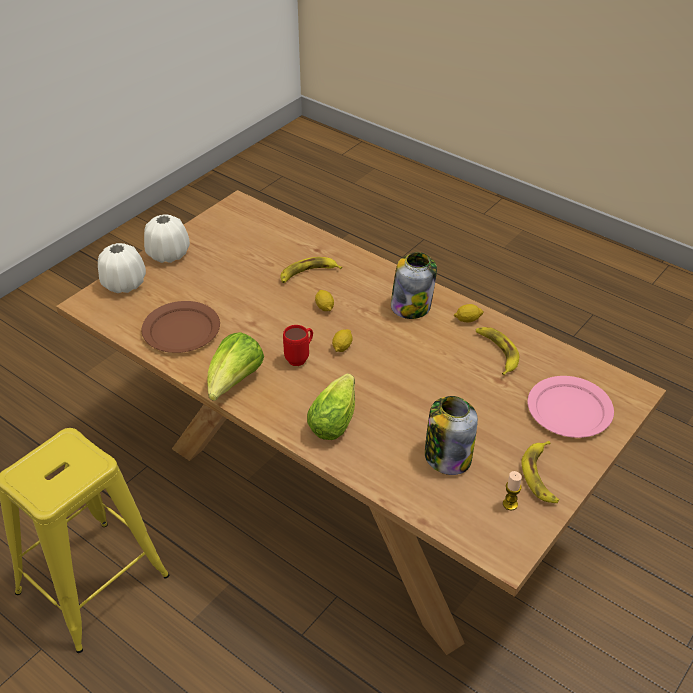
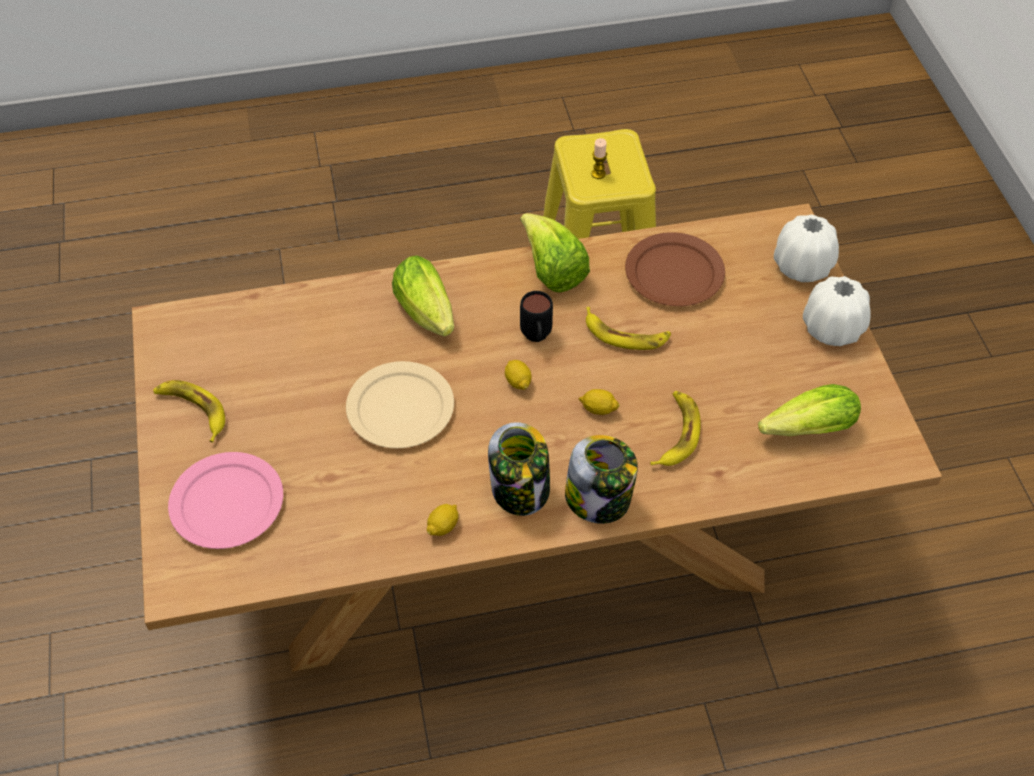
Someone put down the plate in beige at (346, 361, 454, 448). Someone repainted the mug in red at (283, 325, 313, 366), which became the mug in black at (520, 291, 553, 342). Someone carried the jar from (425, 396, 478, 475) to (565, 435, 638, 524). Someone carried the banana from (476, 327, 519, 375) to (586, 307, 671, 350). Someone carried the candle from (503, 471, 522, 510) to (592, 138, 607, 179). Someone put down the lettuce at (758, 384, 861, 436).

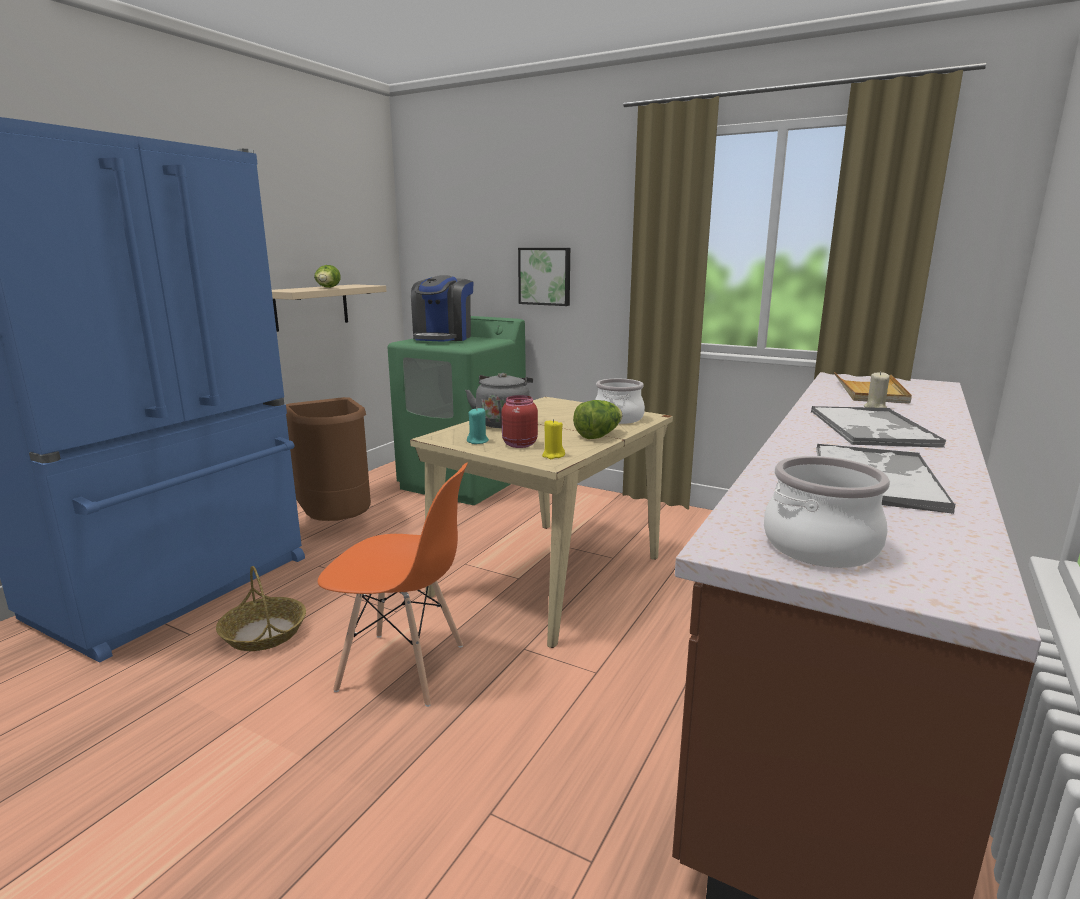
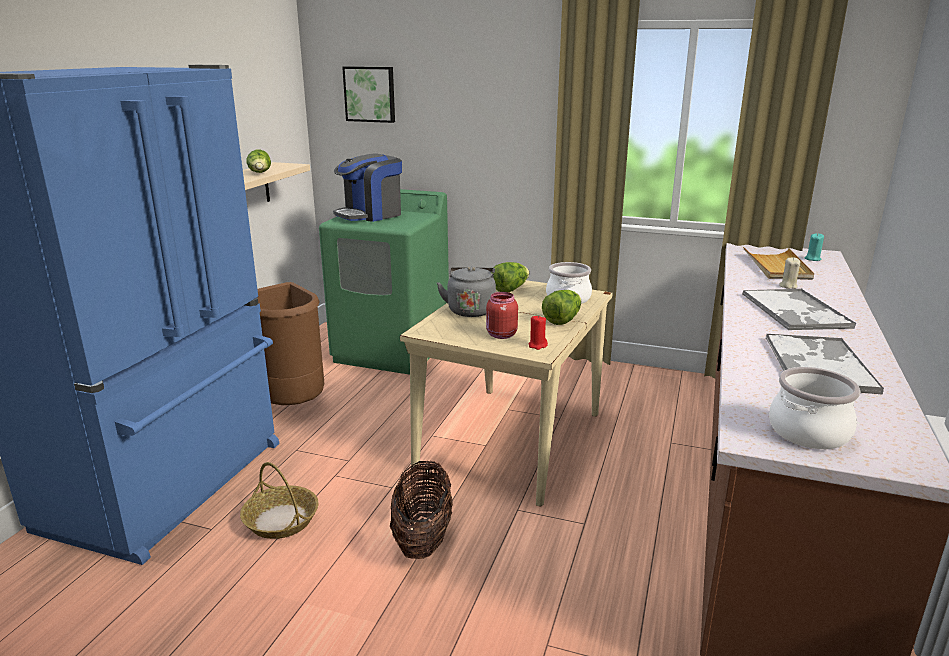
Someone rotated the coffee machine at (411, 275, 474, 342) by 45 degrees clockwise. Someone carried the picture from (518, 248, 570, 306) to (342, 66, 395, 123). Someone swapped the chair in orange at (318, 463, 468, 707) for the basket at (390, 461, 453, 559). Someone put down the lettuce at (491, 262, 529, 292). Someone repainted the candle in yellow at (542, 419, 565, 459), which became the candle in red at (528, 316, 548, 350). Someone carried the candle in turquoise from (467, 408, 489, 444) to (805, 233, 824, 261).

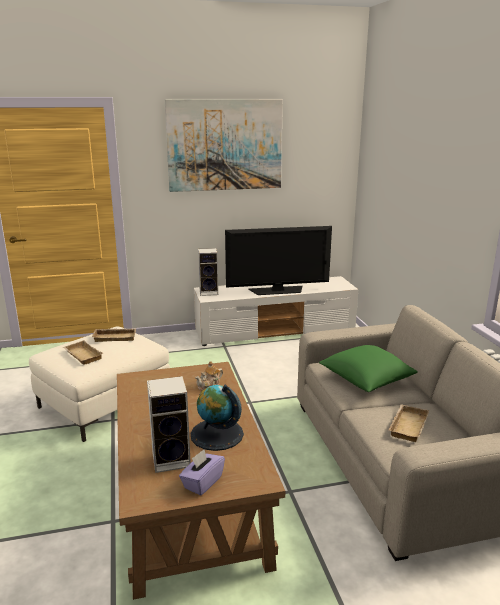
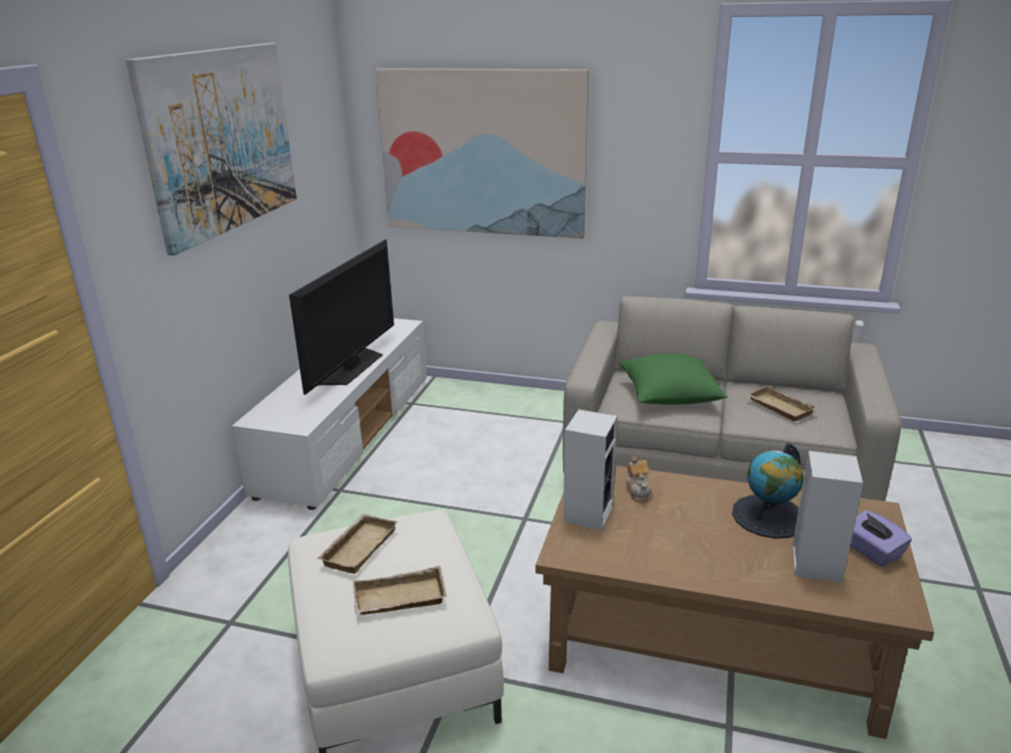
Someone put up the picture at (375, 68, 589, 239). Someone carried the speaker from (198, 248, 218, 296) to (563, 409, 618, 530).

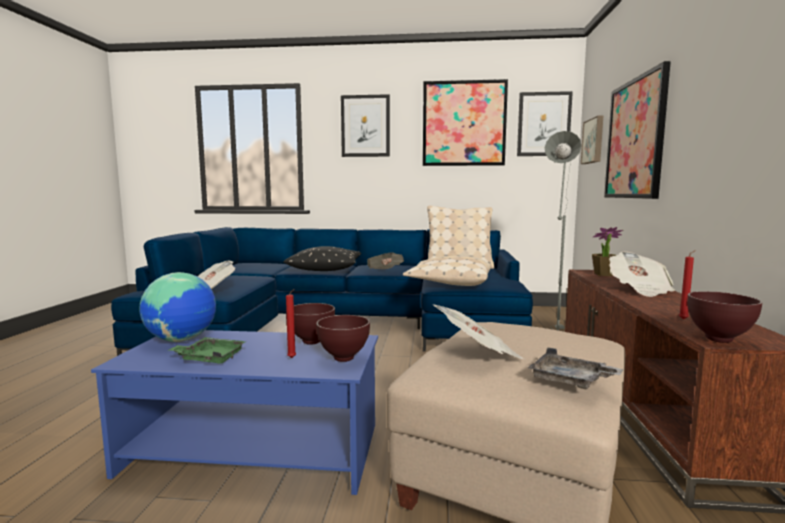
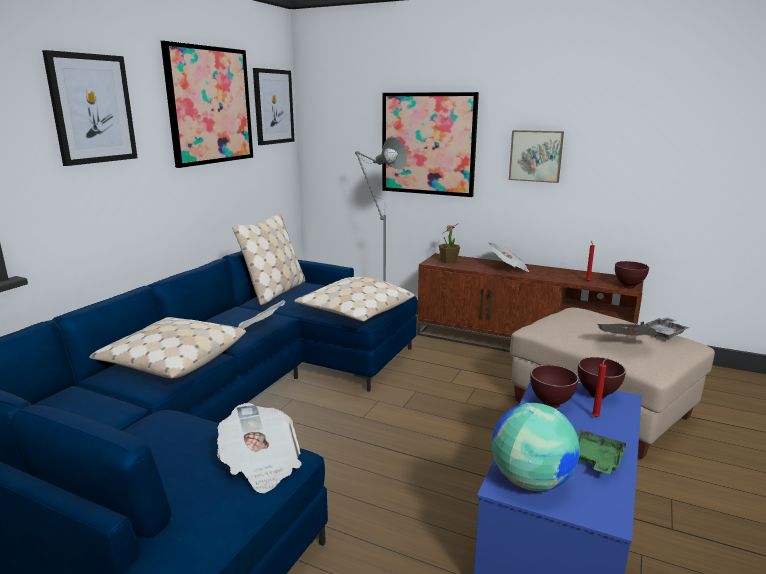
Someone repainted the pillow in black at (283, 246, 361, 271), which became the pillow in beige at (89, 317, 246, 378). Someone carried the picture from (581, 116, 603, 164) to (509, 130, 564, 183).

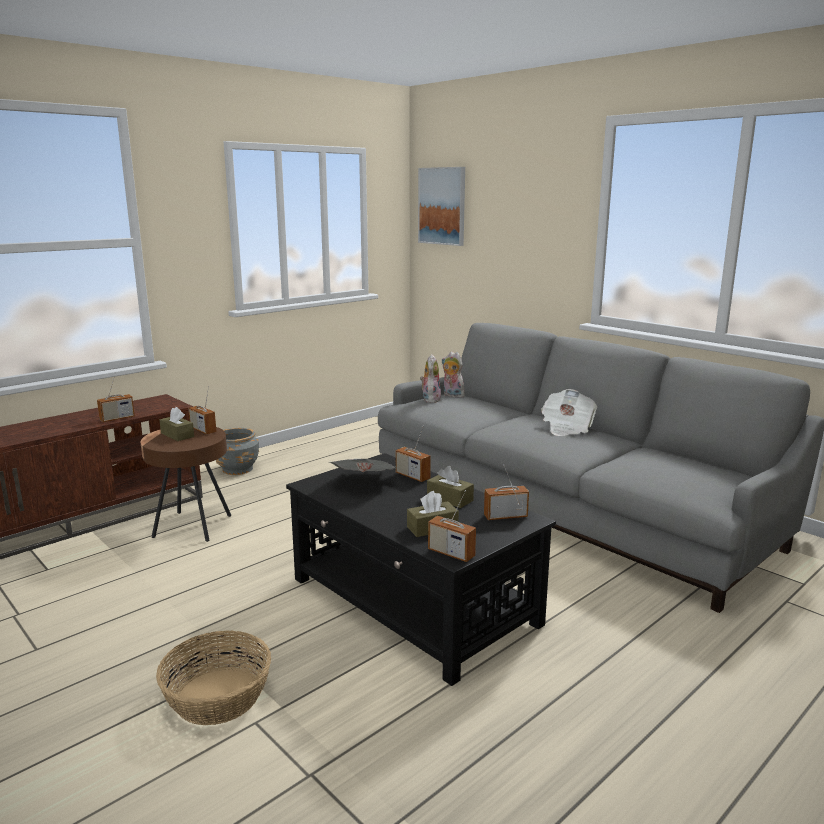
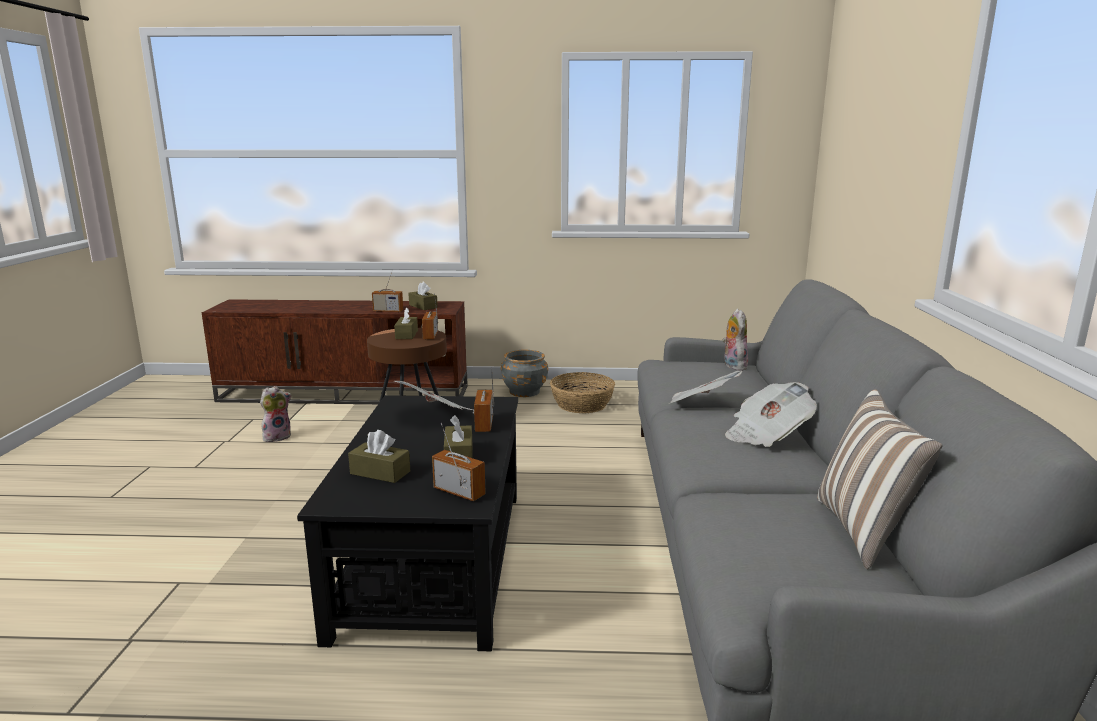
Someone carried the plush toy from (420, 354, 441, 403) to (260, 386, 292, 442). Someone put down the tissue box in brown at (408, 282, 438, 310). Someone carried the basket from (156, 630, 271, 725) to (550, 372, 615, 413). Someone put down the newspaper at (669, 370, 742, 404). Someone put down the pillow at (817, 389, 943, 569). Someone took away the picture at (418, 167, 465, 246). Someone took away the radio at (428, 490, 476, 562).

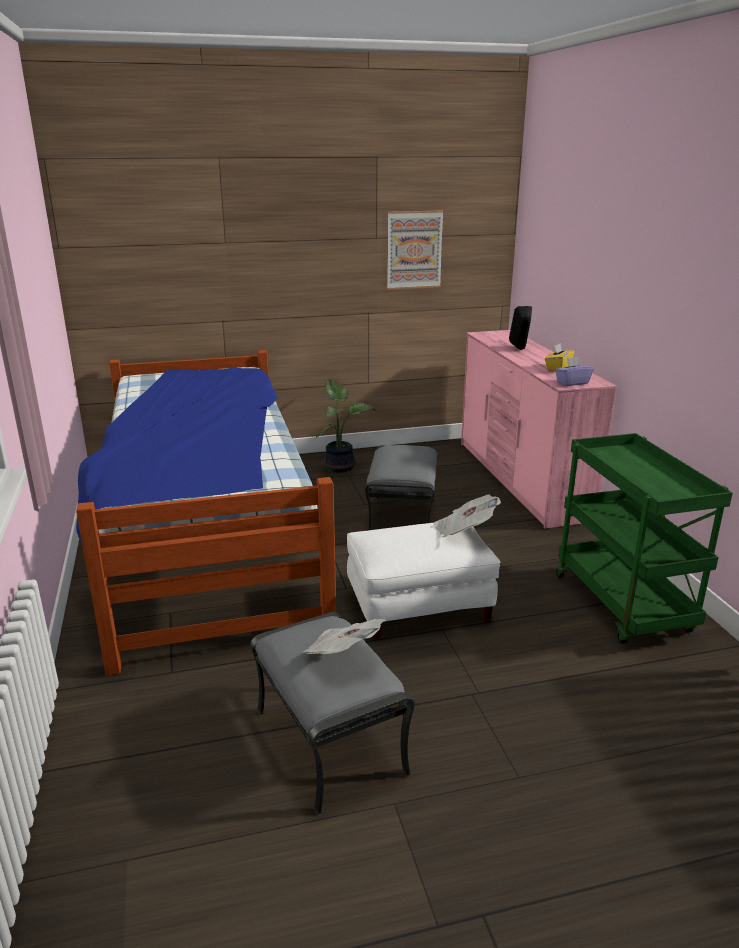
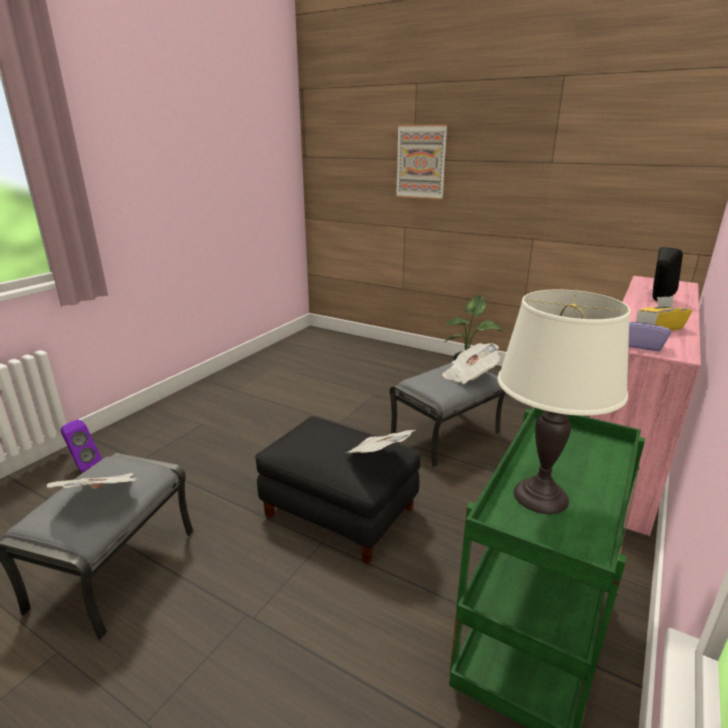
Someone put down the speaker in purple at (61, 420, 102, 473). Someone repainted the ottoman in white at (347, 523, 501, 640), which became the ottoman in black at (255, 416, 421, 564). Someone carried the picture from (387, 211, 444, 289) to (396, 124, 448, 200). Someone put down the newspaper at (442, 343, 500, 384). Someone put down the table lamp in white at (497, 290, 631, 514). Someone took away the bed at (76, 350, 336, 676).

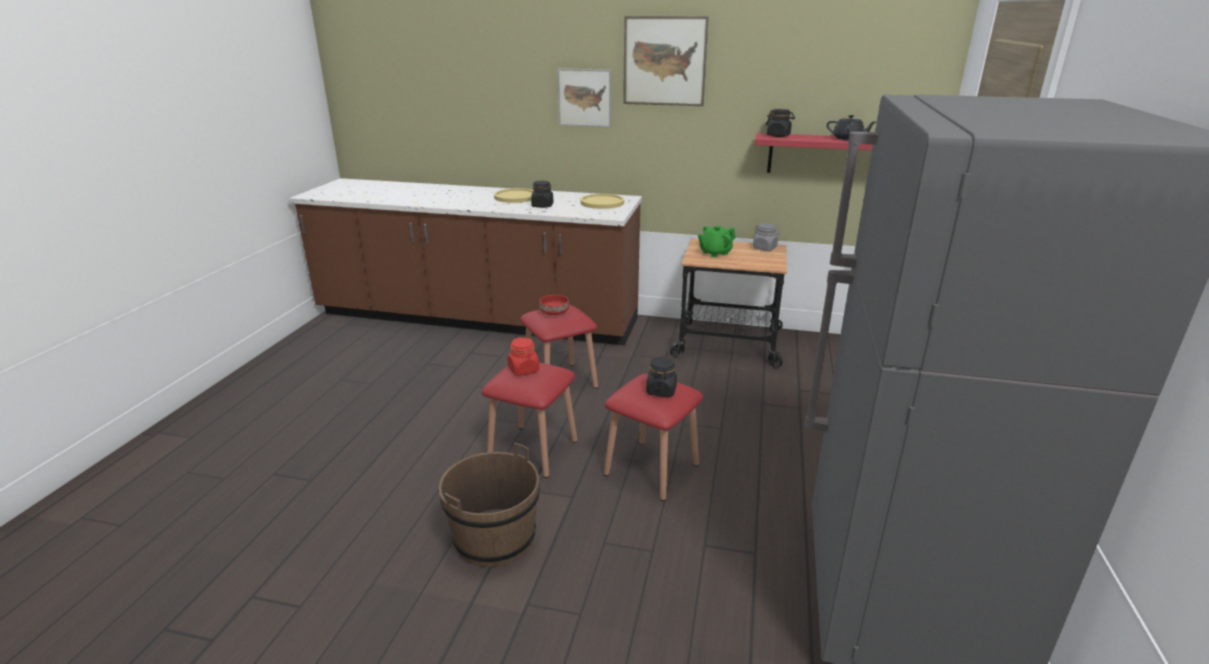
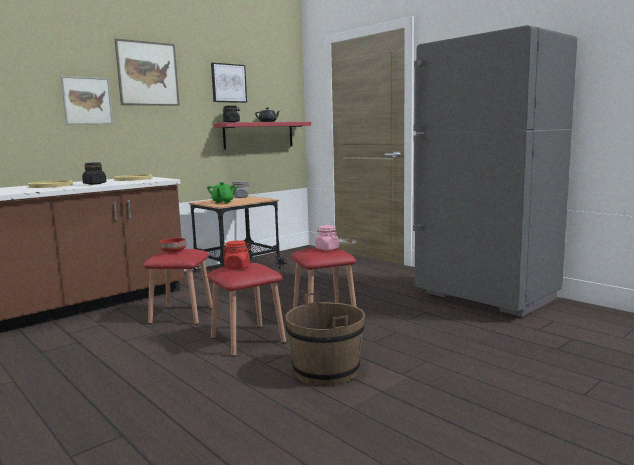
Someone put up the picture at (211, 63, 247, 103). Someone repainted the jar in black at (646, 357, 677, 397), which became the jar in pink at (315, 225, 339, 250).

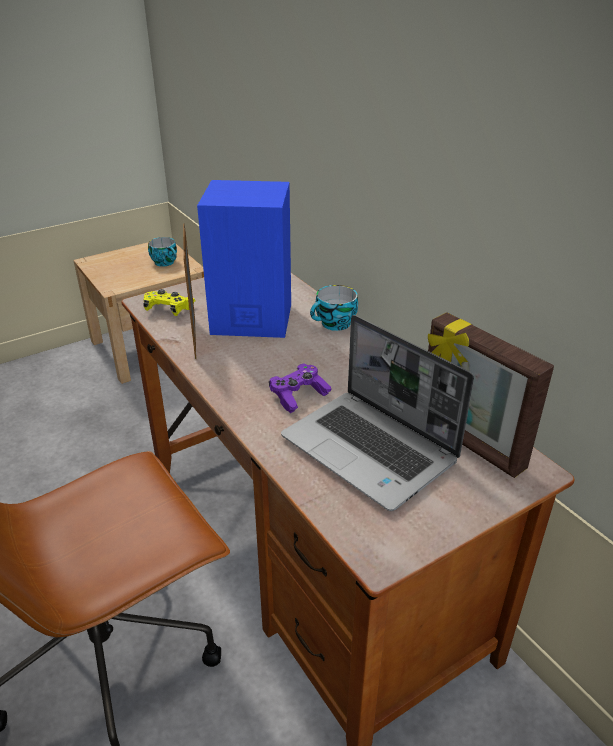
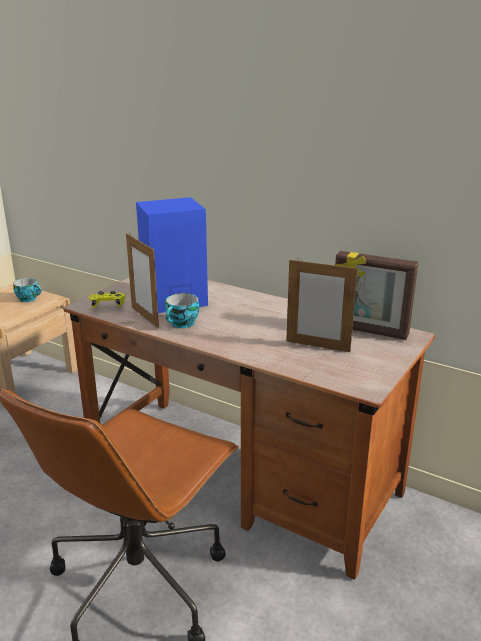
Someone carried the cup from (310, 285, 358, 331) to (165, 293, 199, 328). Someone swapped the laptop at (281, 315, 474, 511) for the picture frame at (286, 258, 358, 352). Someone took away the game controller in purple at (269, 363, 331, 413).

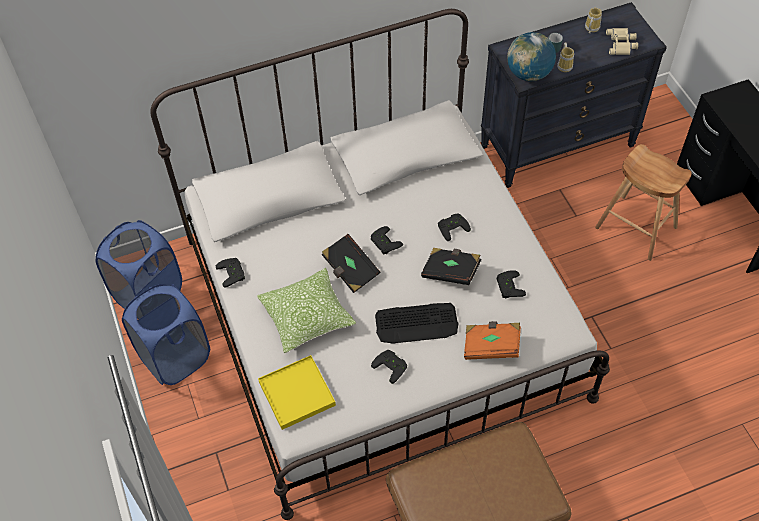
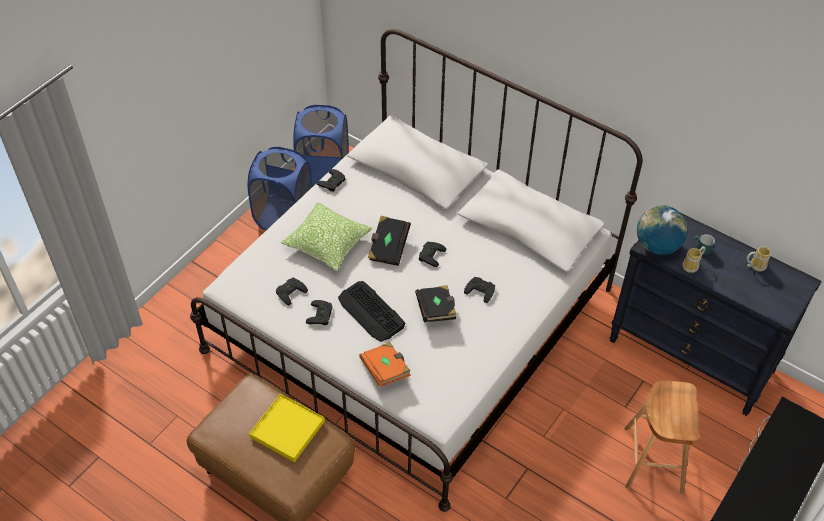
Someone carried the tray in yellow from (258, 355, 336, 430) to (249, 394, 325, 462). Someone carried the game controller in black from (497, 270, 526, 298) to (276, 278, 308, 306). Someone took away the binoculars in beige at (606, 28, 638, 55).

